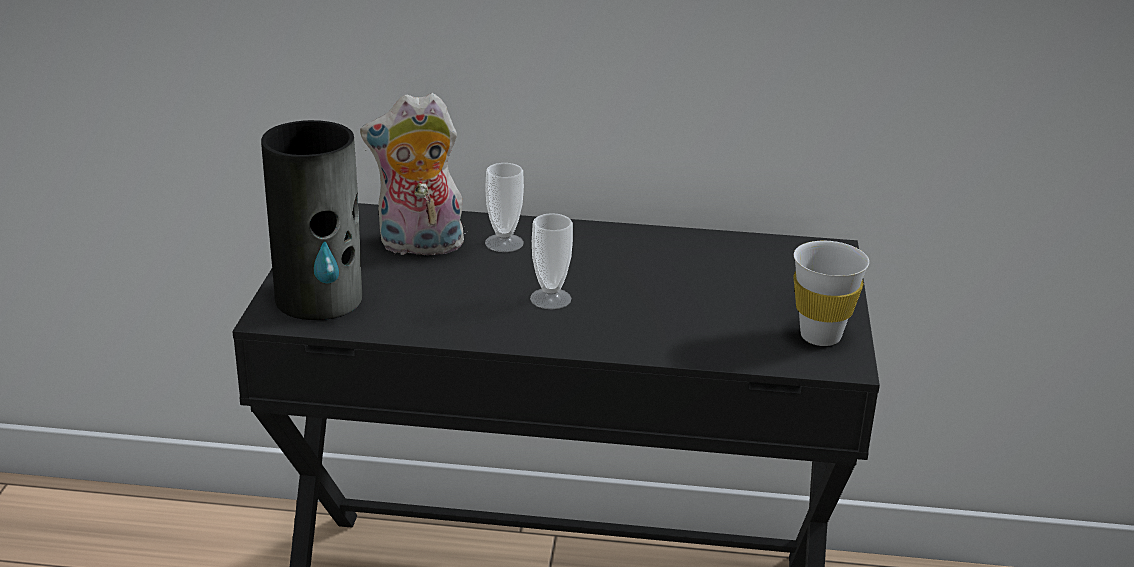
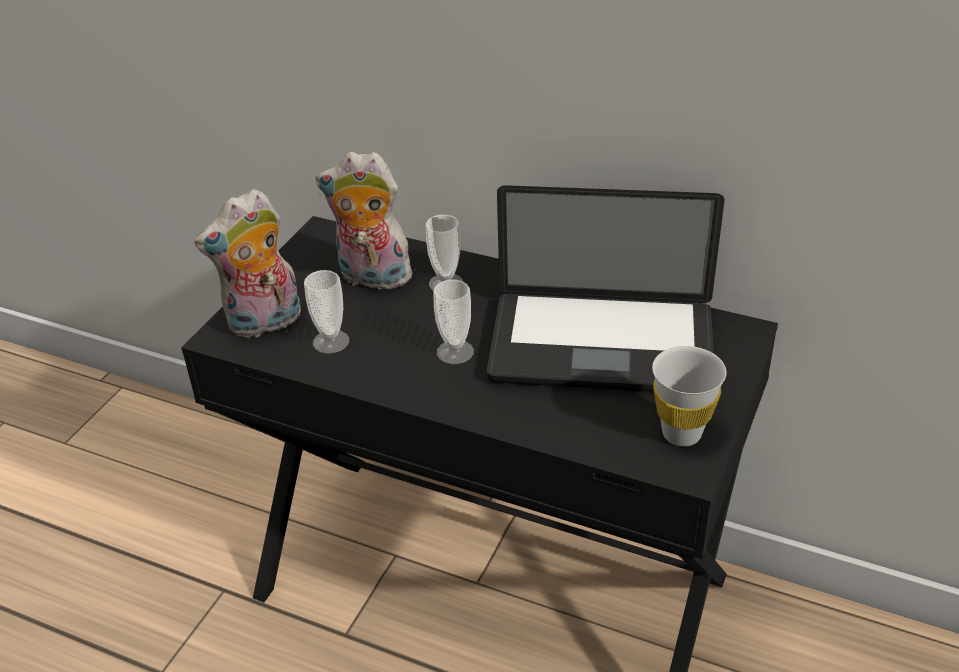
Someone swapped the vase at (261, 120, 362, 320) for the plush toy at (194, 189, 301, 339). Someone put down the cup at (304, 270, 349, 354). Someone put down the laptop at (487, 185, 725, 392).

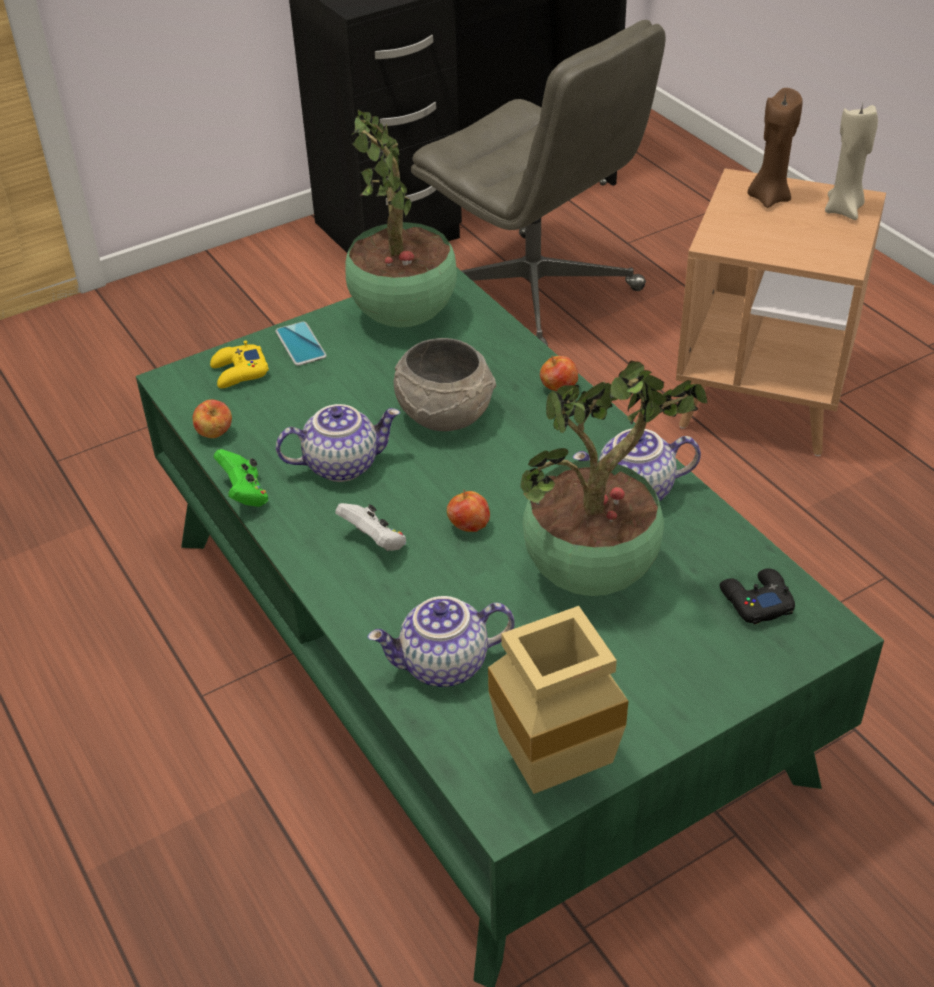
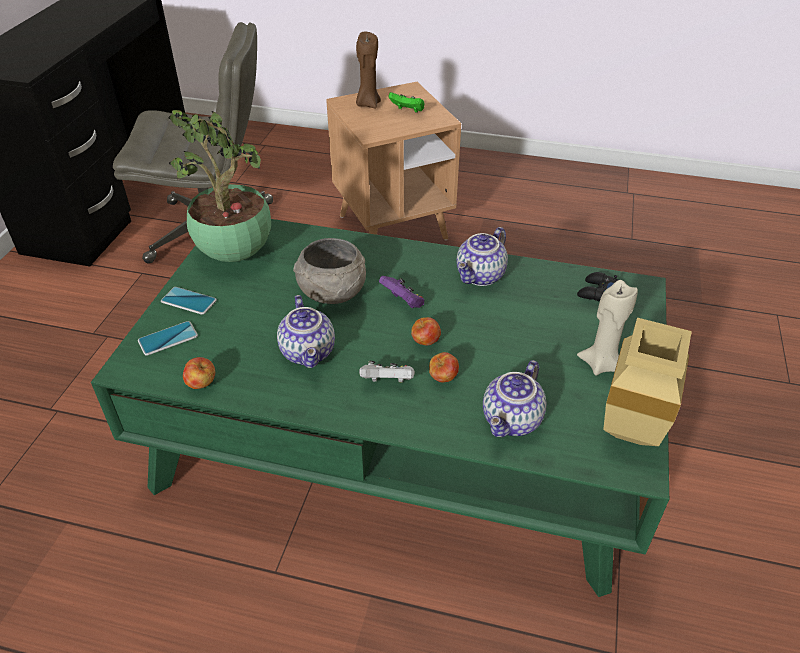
Someone swapped the game controller in yellow at (210, 340, 269, 388) for the phone at (138, 321, 198, 356). Someone rotated the teapot at (276, 404, 400, 482) by 135 degrees clockwise. Someone put down the game controller in purple at (379, 276, 424, 308). Someone carried the game controller in green from (214, 449, 268, 507) to (388, 92, 425, 113). Someone carried the apple from (540, 356, 578, 391) to (429, 352, 459, 382). Someone carried the candle in beige from (825, 104, 878, 220) to (577, 280, 638, 375). Someone took away the potted plant at (521, 360, 707, 596).

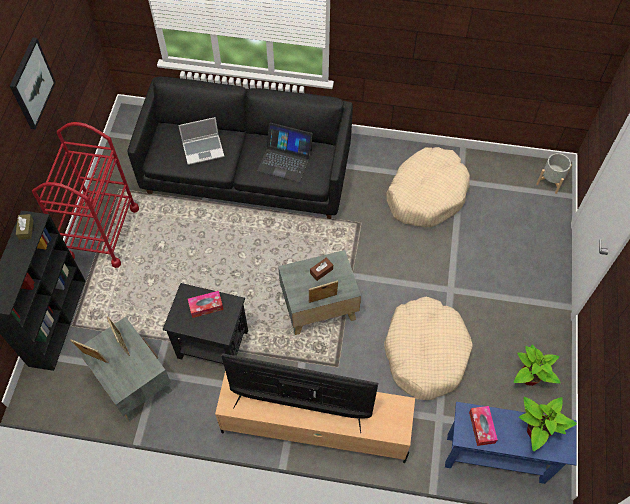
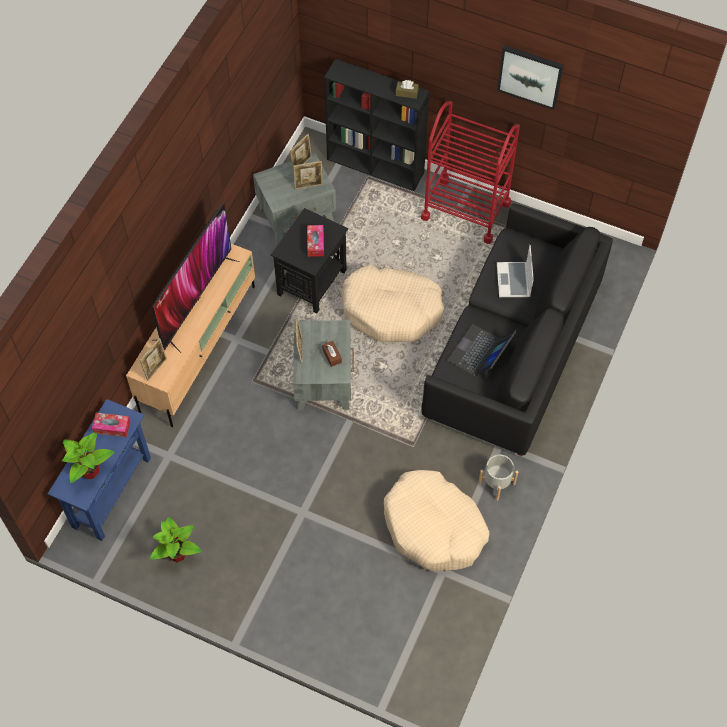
Someone put down the picture frame at (140, 338, 167, 381). Someone carried the dog bed in beige from (384, 297, 473, 400) to (342, 265, 444, 342). Someone carried the planter in grey from (536, 153, 572, 194) to (478, 454, 518, 501).

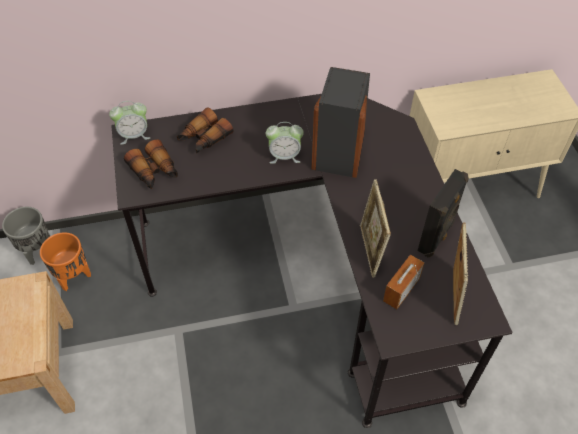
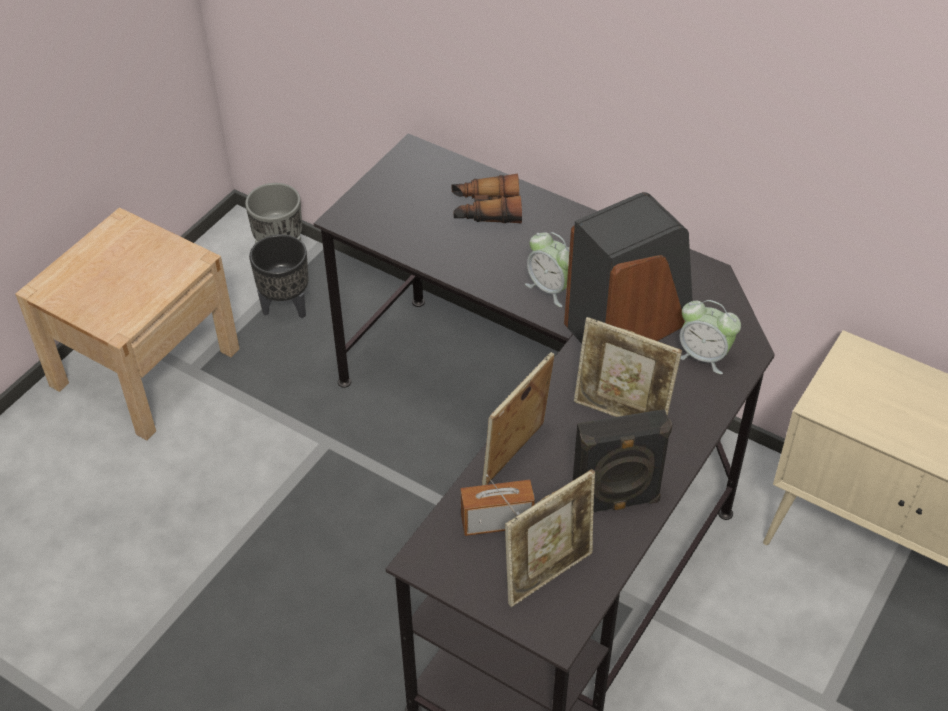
Someone repainted the planter in orange at (40, 232, 91, 291), which became the planter in black at (249, 234, 309, 319). Someone put down the picture frame at (574, 317, 682, 417). Someone carried the alarm clock from (109, 101, 150, 145) to (680, 300, 741, 374). Someone took away the binoculars at (124, 139, 178, 189).

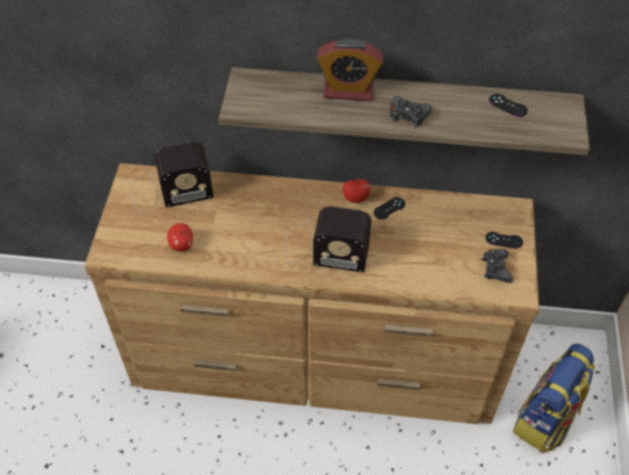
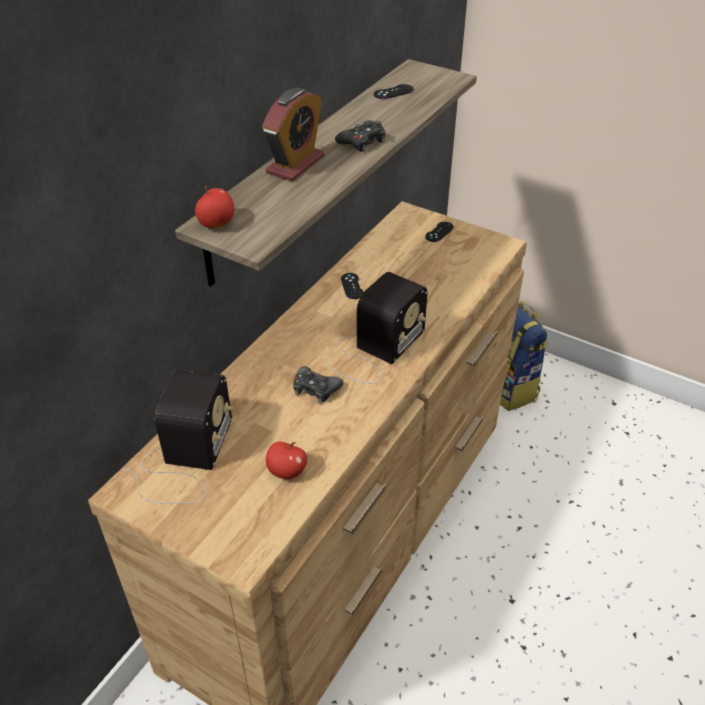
Someone carried the apple from (343, 176, 370, 203) to (195, 186, 234, 229). Someone carried the game controller in black from (482, 249, 513, 283) to (293, 366, 343, 403).

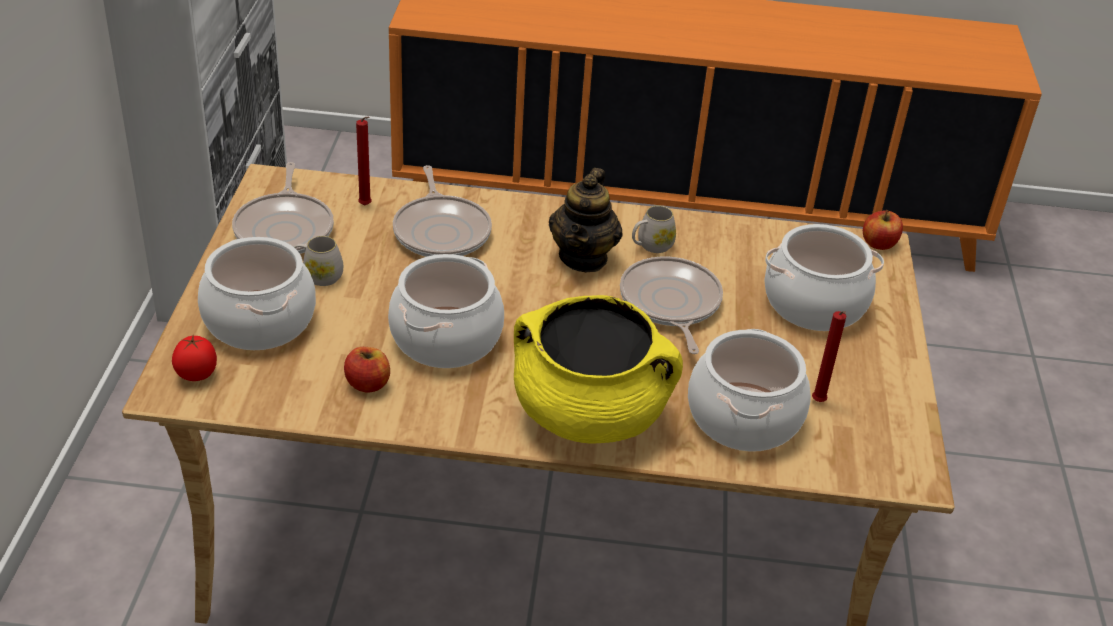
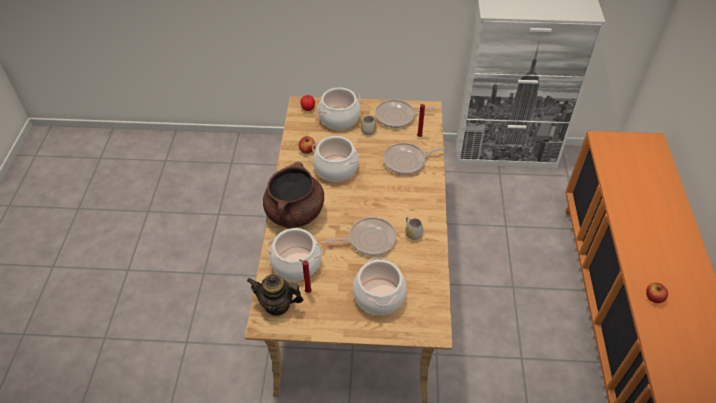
Someone carried the teapot from (549, 168, 623, 272) to (247, 274, 304, 316). Someone repainted the cooking pot in yellow at (514, 295, 683, 443), which became the cooking pot in brown at (263, 162, 324, 228). Someone carried the apple from (863, 210, 903, 250) to (646, 283, 668, 303).

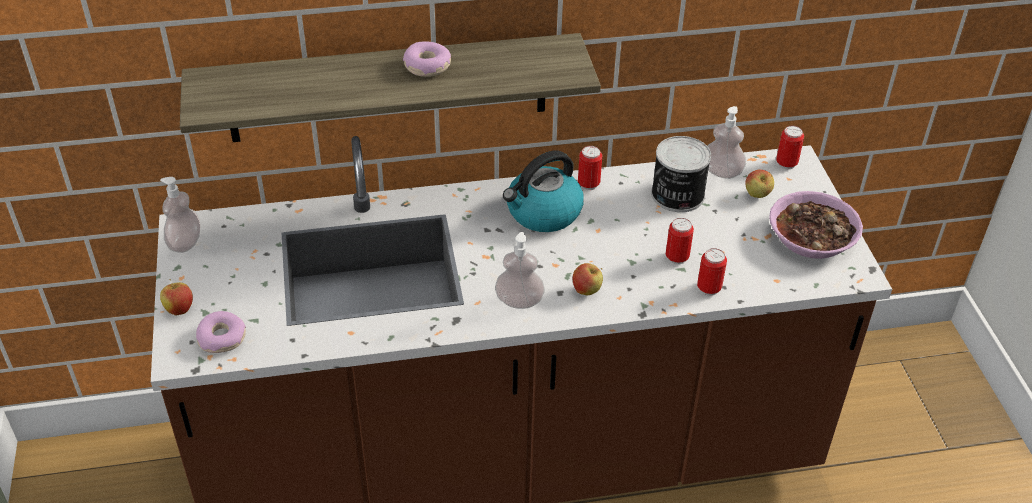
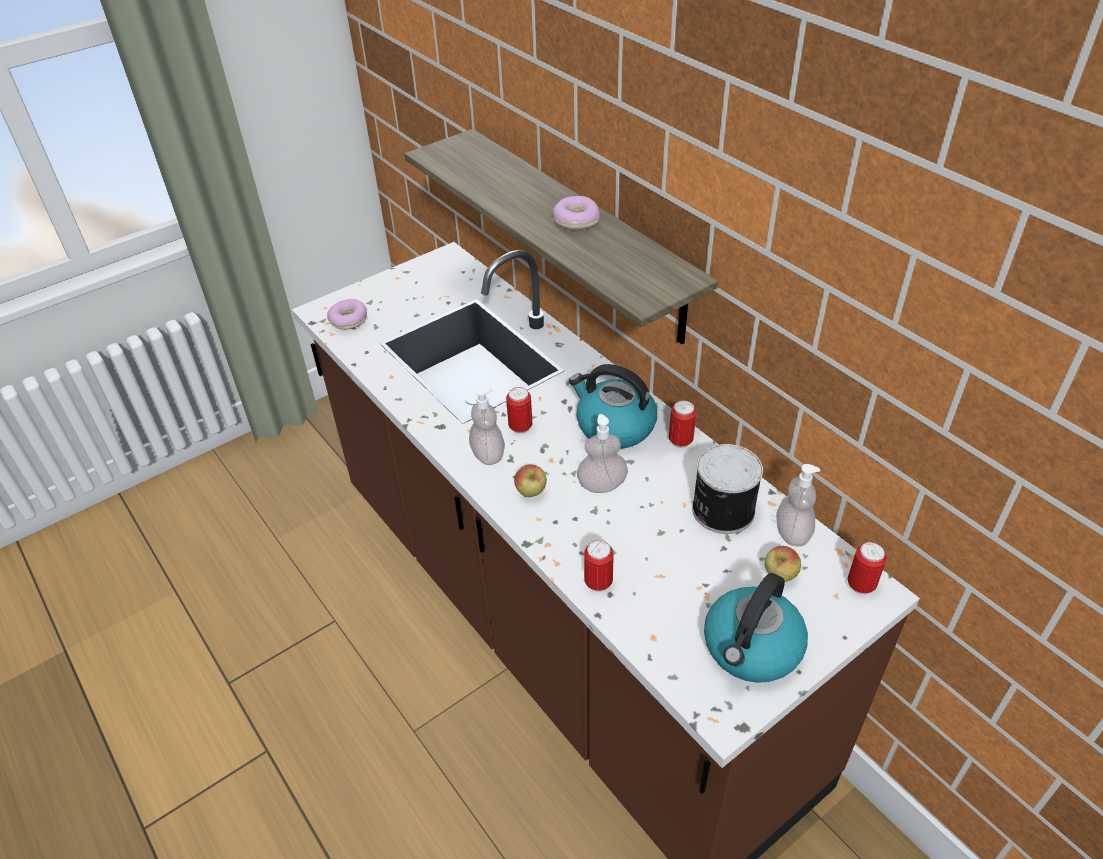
Someone carried the can from (666, 218, 694, 264) to (506, 387, 532, 434). Someone carried the soap dispenser from (160, 177, 201, 253) to (577, 414, 628, 493). Someone swapped the bowl at (769, 191, 863, 259) for the kettle at (704, 573, 808, 683). Someone took away the apple at (160, 279, 193, 316).

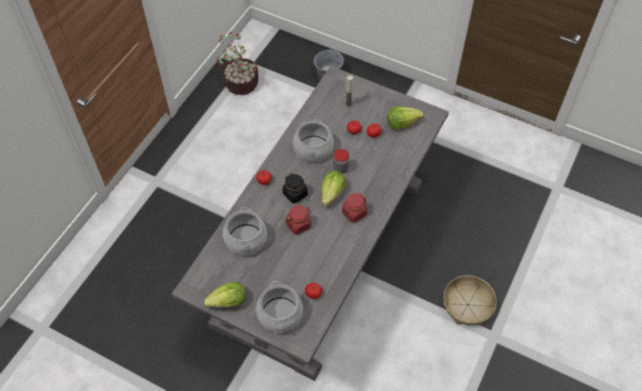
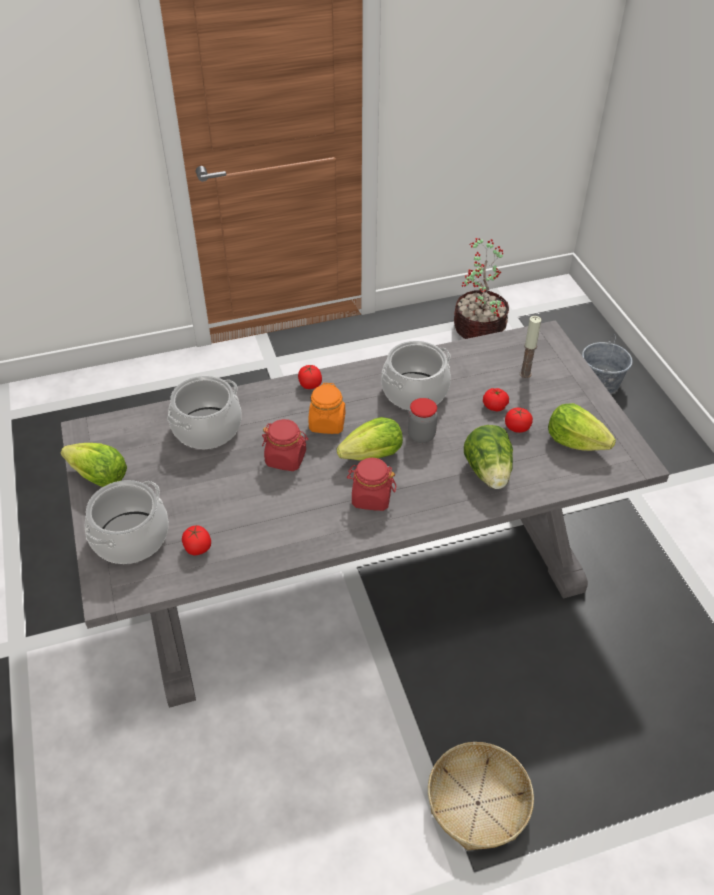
Someone repainted the jar in black at (283, 173, 308, 203), which became the jar in orange at (308, 383, 345, 434). Someone put down the lettuce at (464, 425, 513, 489).

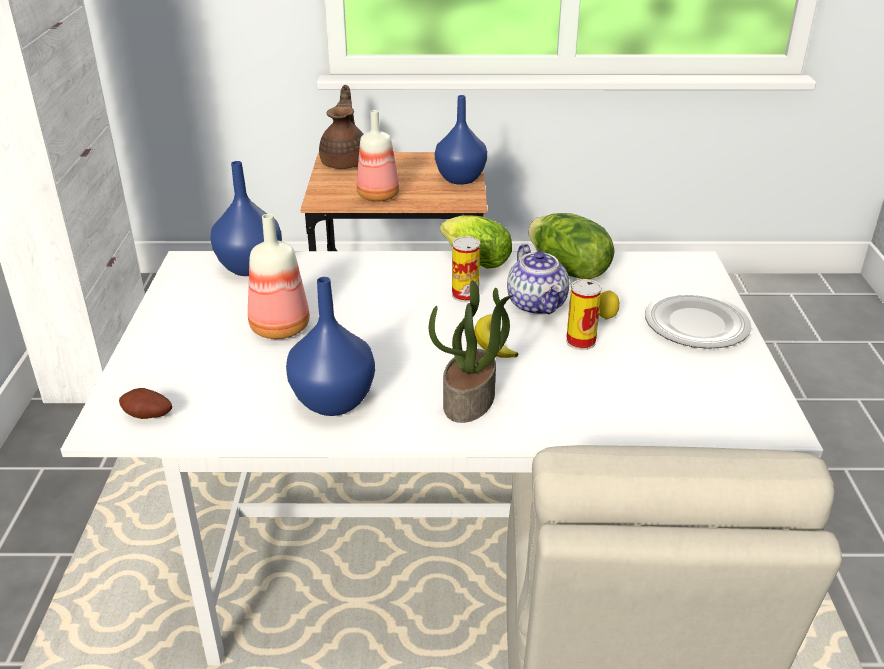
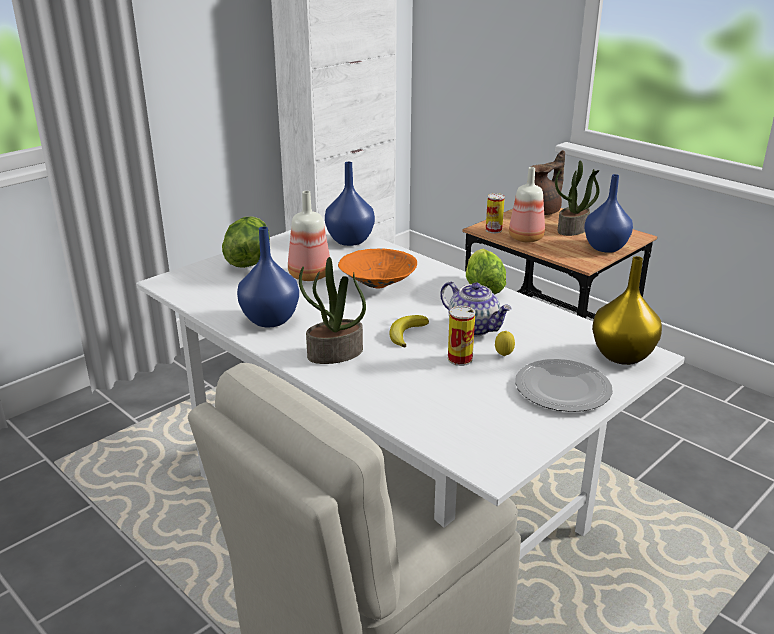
Someone carried the lettuce from (528, 213, 615, 279) to (222, 217, 270, 268). Someone put down the bowl in orange at (338, 248, 417, 288). Someone rotated the teapot at (507, 244, 569, 315) by 75 degrees counterclockwise. Someone carried the can from (452, 236, 480, 302) to (486, 193, 505, 233). Someone put down the potted plant at (555, 161, 599, 236). Someone put down the vase in yellow at (592, 256, 662, 365). Someone took away the potato at (119, 388, 172, 419).

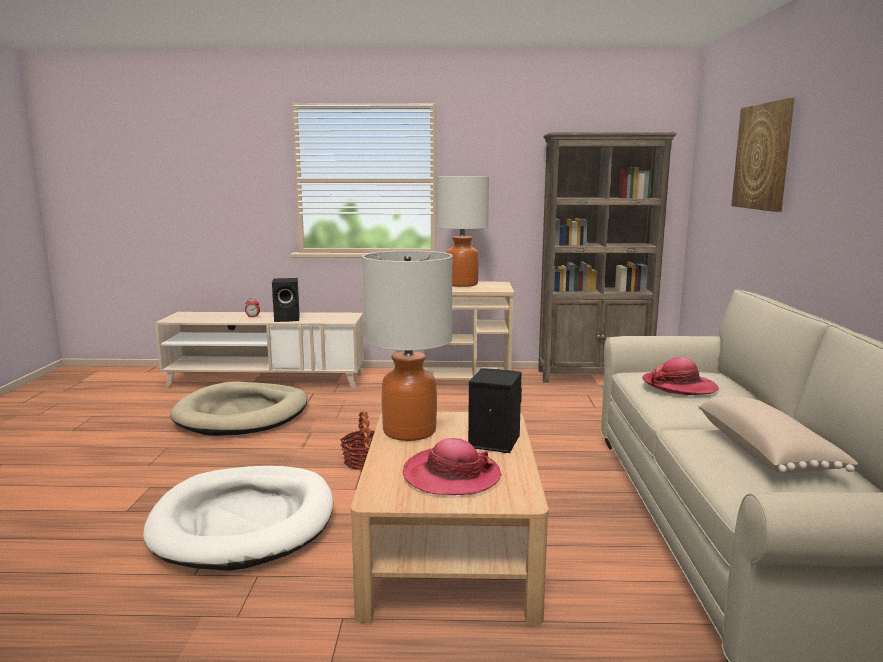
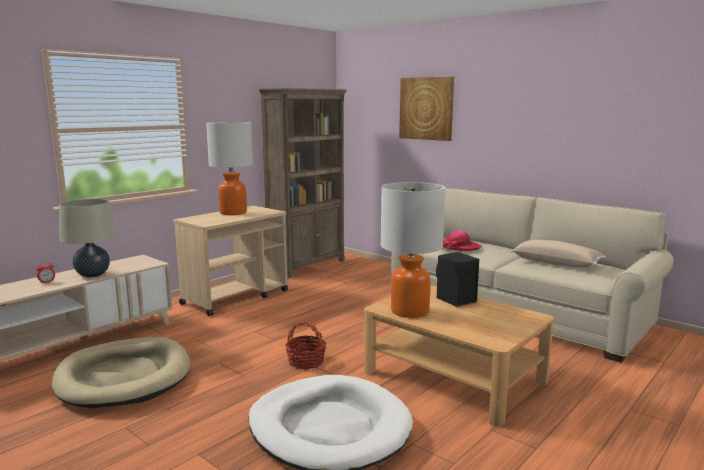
Someone swapped the speaker in black at (272, 278, 300, 322) for the table lamp in beige at (59, 198, 117, 277). Someone took away the hat at (403, 438, 502, 495).

